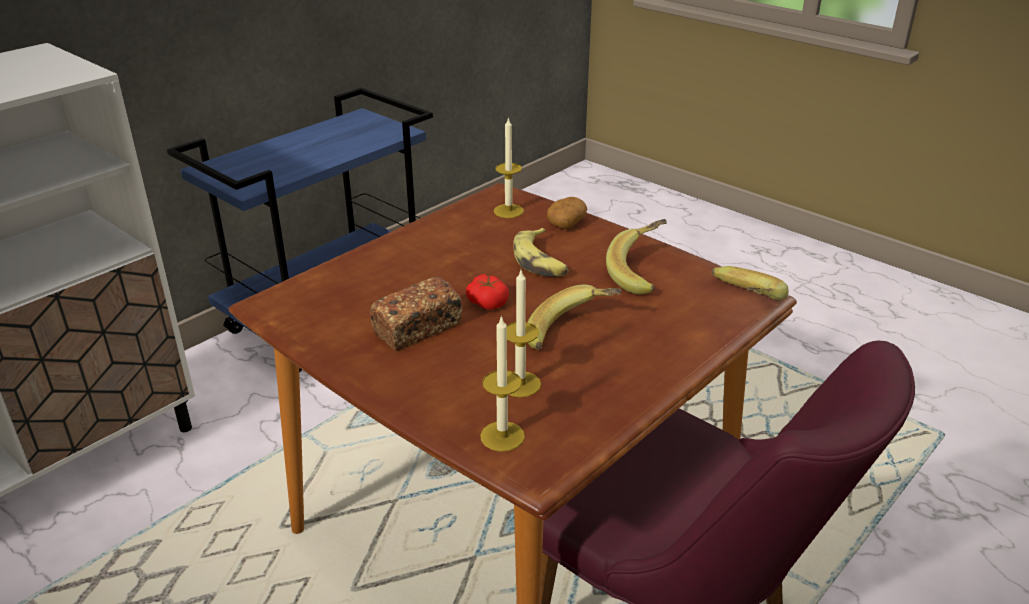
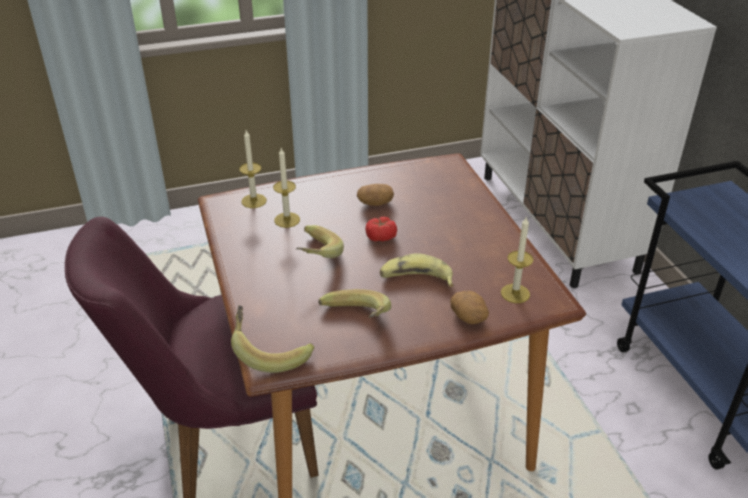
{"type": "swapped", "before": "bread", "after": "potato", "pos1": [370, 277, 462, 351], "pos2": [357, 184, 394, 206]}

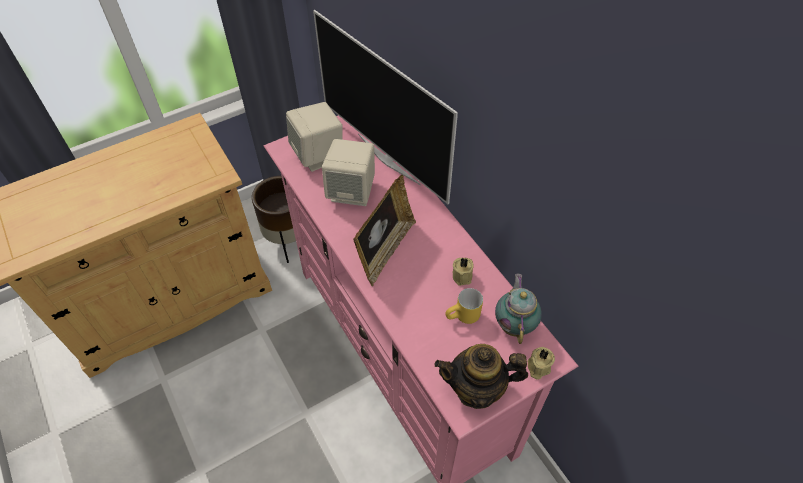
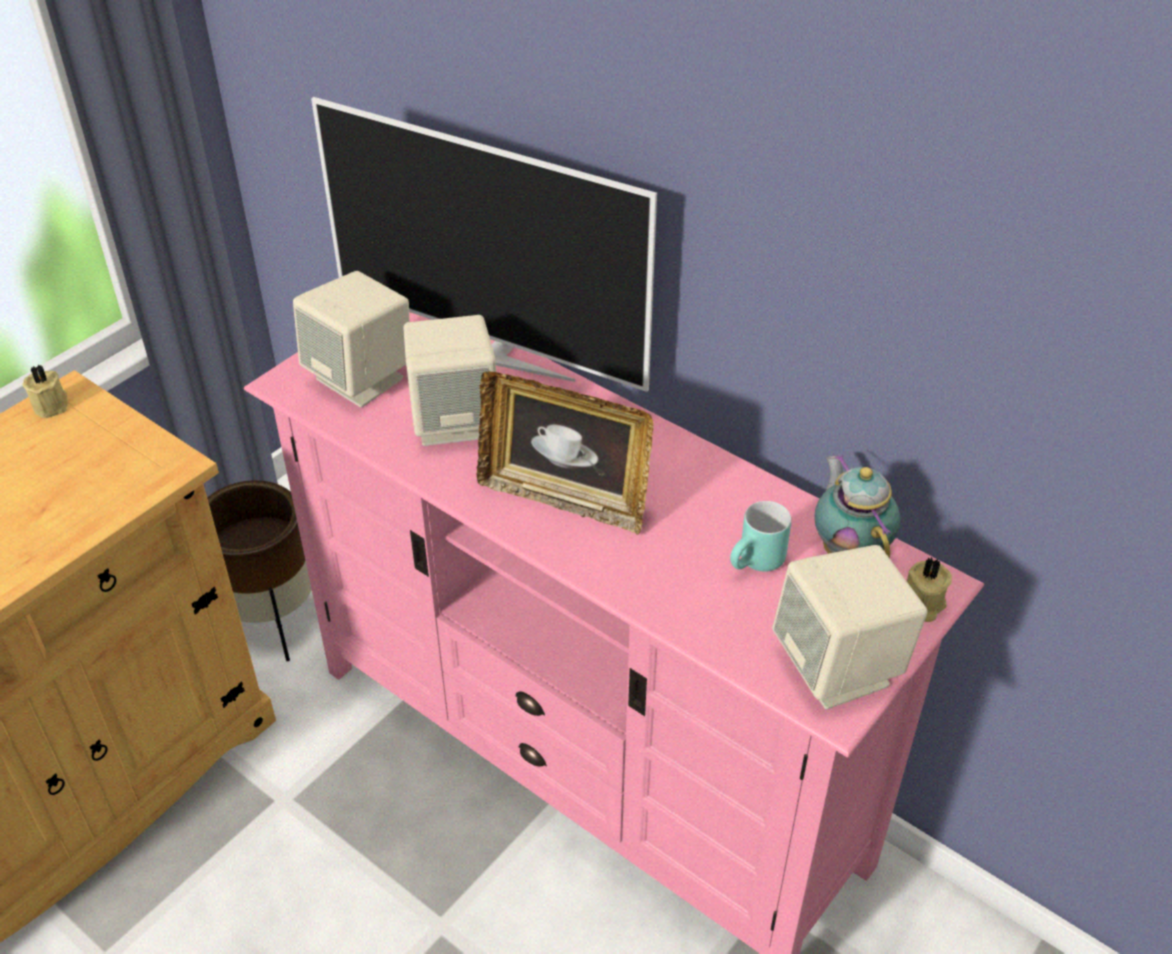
{"type": "shifted", "before": "candle in beige", "pos1": [453, 258, 474, 286], "pos2": [23, 365, 68, 418]}
{"type": "swapped", "before": "teapot", "after": "speaker in beige", "pos1": [434, 344, 528, 409], "pos2": [772, 545, 927, 709]}
{"type": "repainted", "before": "mug in yellow", "after": "mug in turquoise", "pos1": [445, 288, 483, 324], "pos2": [730, 501, 791, 572]}
{"type": "rotated", "before": "picture frame", "pos1": [353, 175, 416, 286], "pos2": [477, 372, 653, 535], "turn": 105}

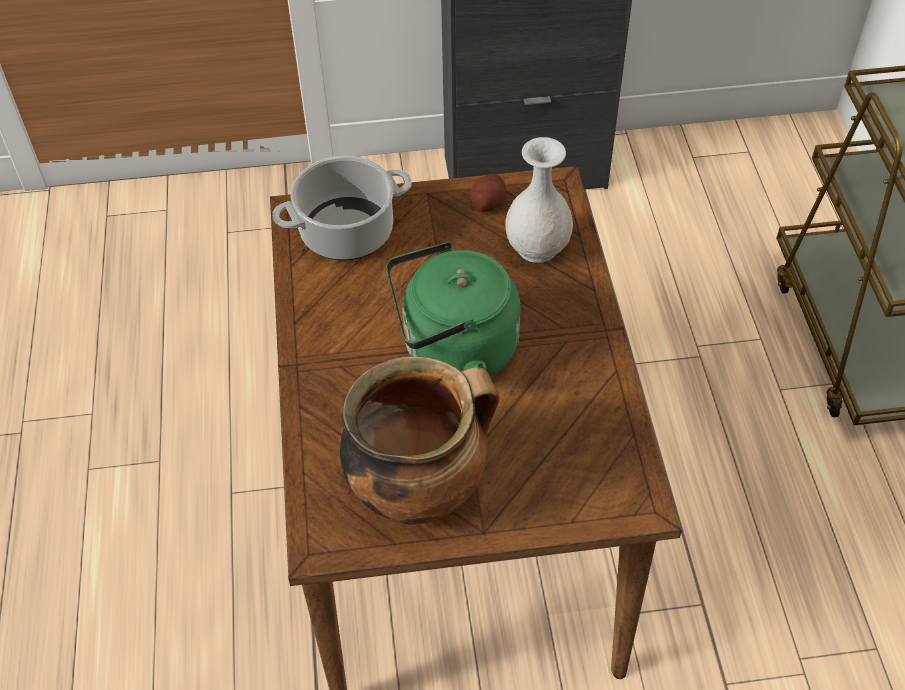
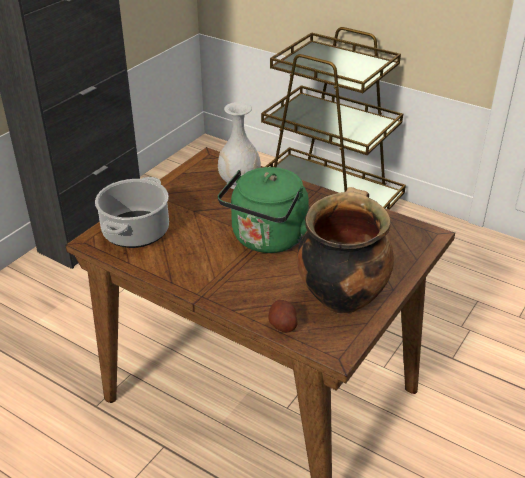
{"type": "shifted", "before": "potato", "pos1": [471, 174, 506, 212], "pos2": [269, 300, 298, 332]}

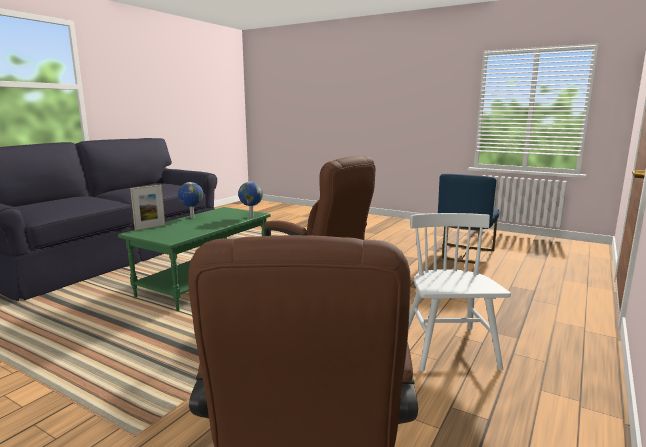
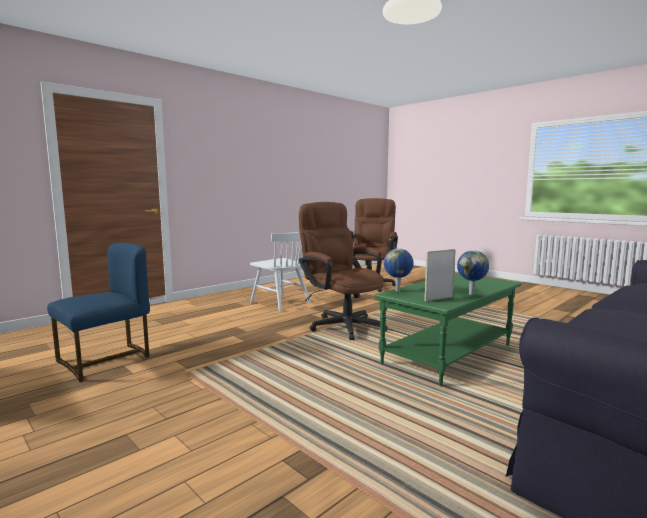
{"type": "shifted", "before": "picture frame", "pos1": [130, 185, 165, 231], "pos2": [424, 249, 456, 301]}
{"type": "rotated", "before": "chair in white", "pos1": [408, 213, 511, 371], "pos2": [250, 232, 311, 311], "turn": -60}

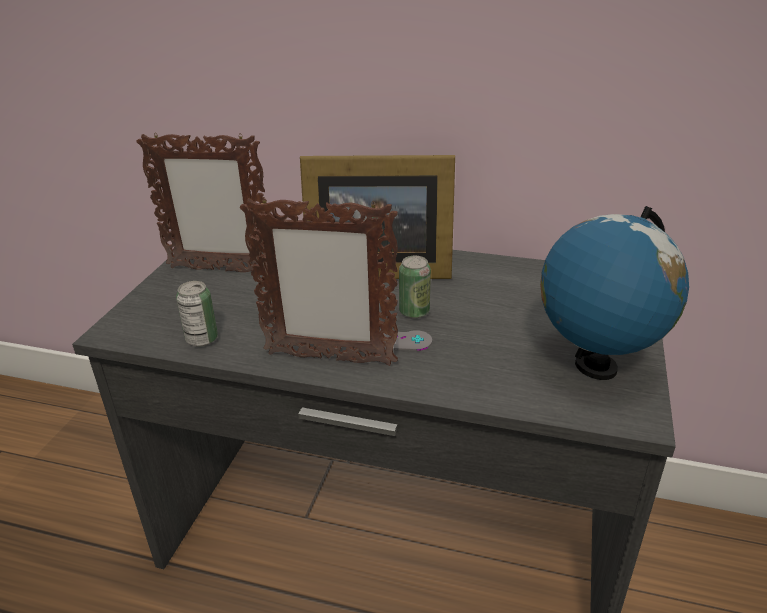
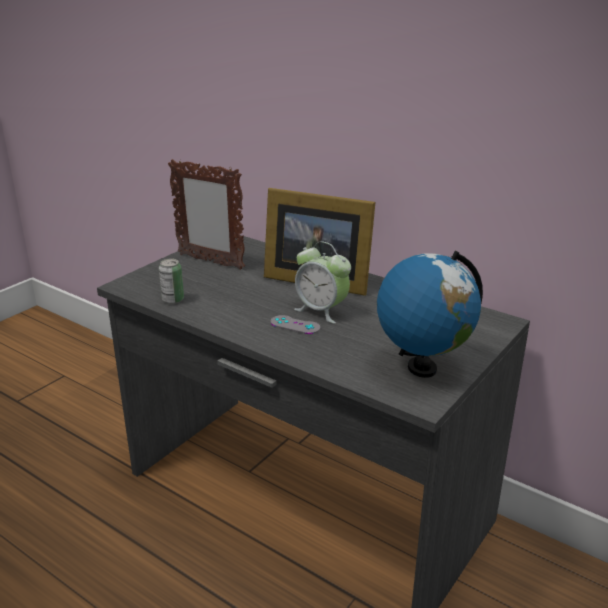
{"type": "gone", "before": "picture frame", "pos1": [240, 197, 398, 366]}
{"type": "swapped", "before": "can", "after": "alarm clock", "pos1": [399, 256, 431, 318], "pos2": [294, 241, 351, 323]}

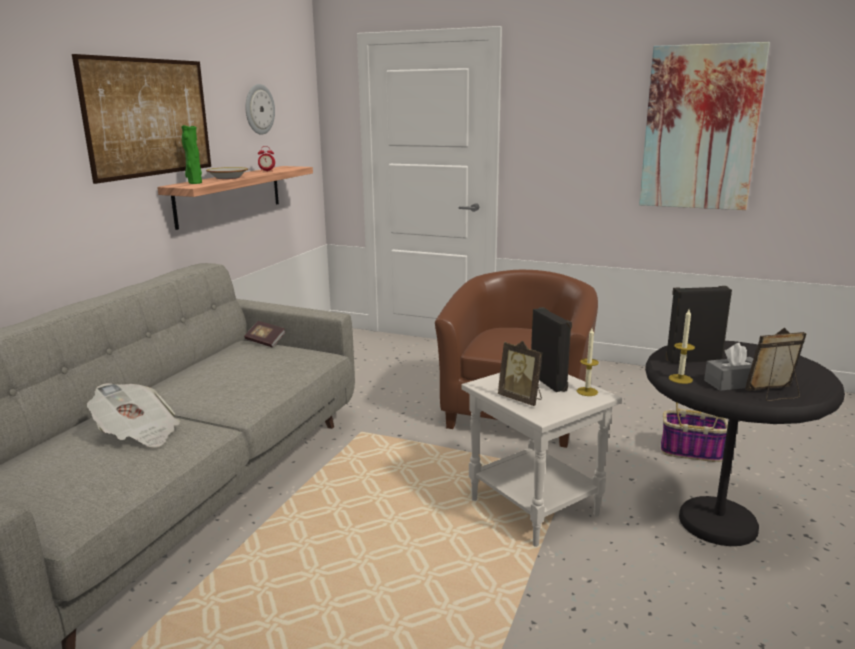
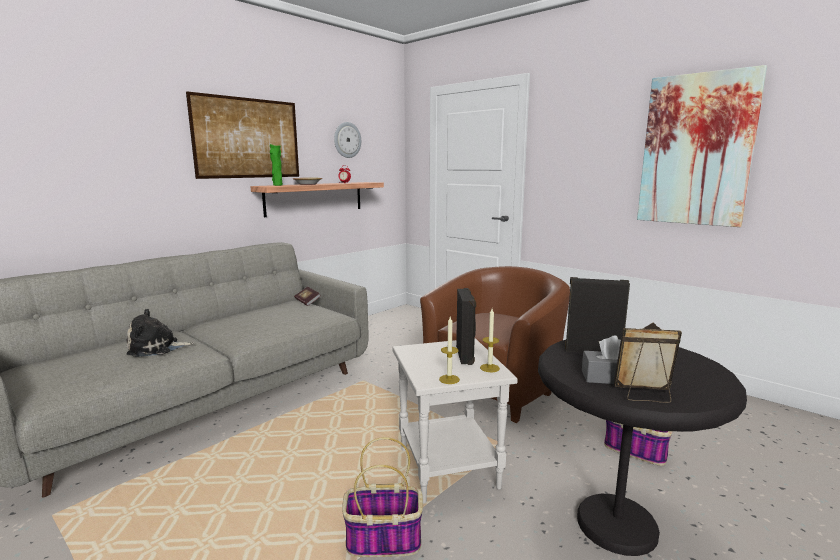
{"type": "gone", "before": "picture frame", "pos1": [498, 341, 543, 406]}
{"type": "new", "after": "basket", "pos2": [342, 437, 423, 557]}
{"type": "shifted", "before": "candle", "pos1": [669, 309, 695, 384], "pos2": [439, 317, 460, 384]}
{"type": "swapped", "before": "newspaper", "after": "plush toy", "pos1": [87, 383, 180, 448], "pos2": [126, 309, 194, 357]}

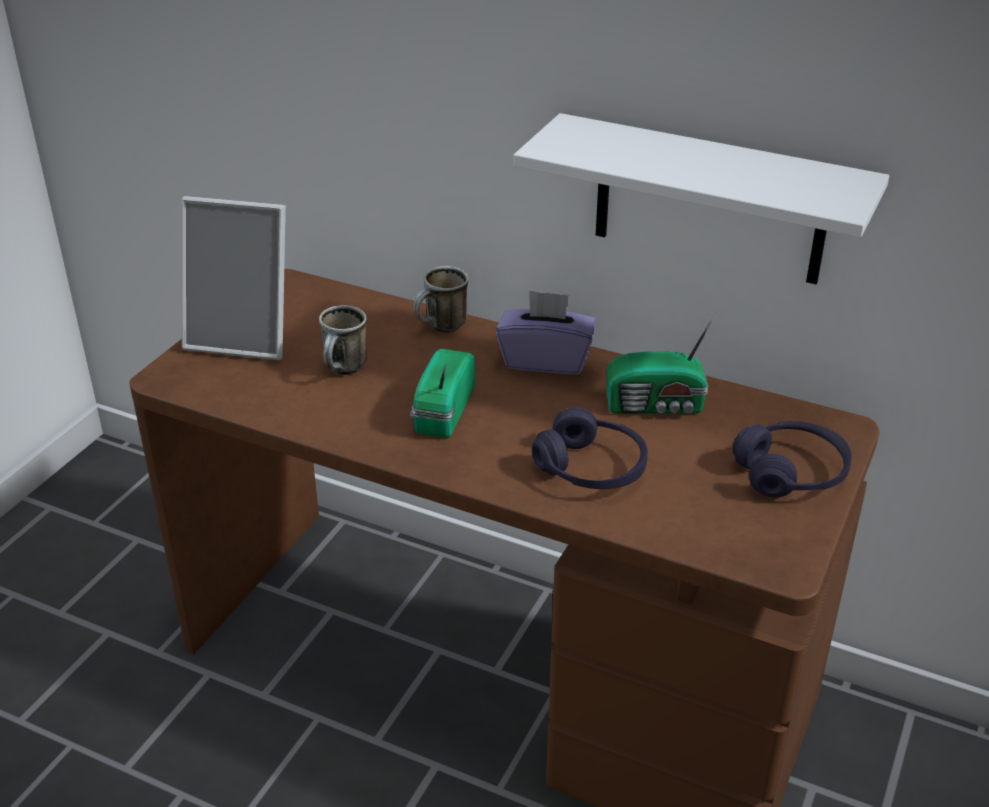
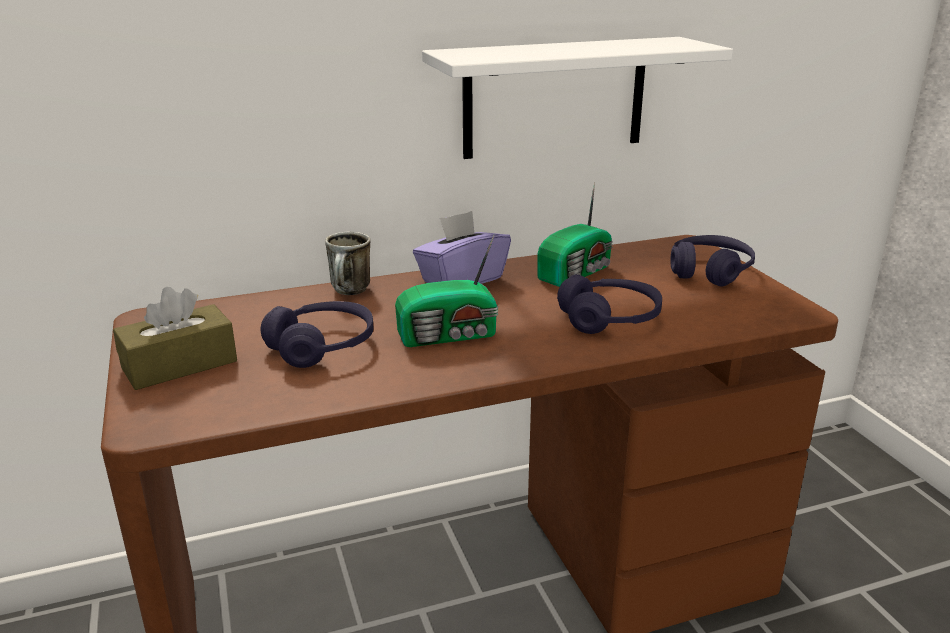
{"type": "swapped", "before": "picture frame", "after": "tissue box in brown", "pos1": [182, 196, 286, 360], "pos2": [113, 287, 237, 390]}
{"type": "swapped", "before": "mug", "after": "headphones in purple", "pos1": [319, 305, 367, 375], "pos2": [261, 301, 373, 368]}
{"type": "rotated", "before": "radio", "pos1": [410, 349, 475, 438], "pos2": [395, 235, 498, 347], "turn": -75}

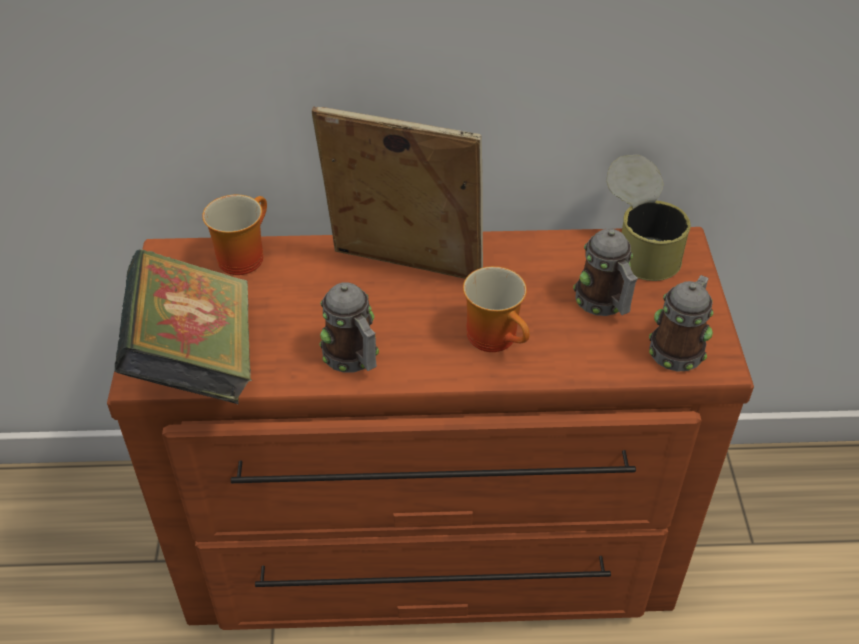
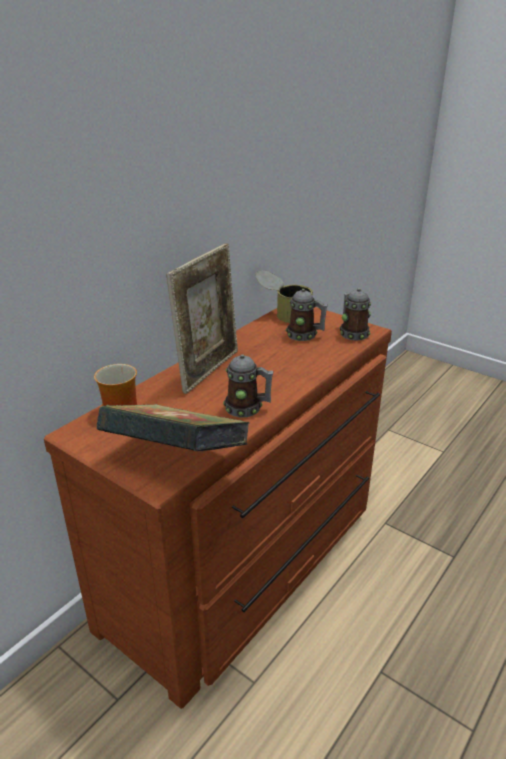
{"type": "gone", "before": "mug", "pos1": [463, 266, 530, 352]}
{"type": "rotated", "before": "picture frame", "pos1": [312, 106, 483, 279], "pos2": [166, 243, 238, 394], "turn": 150}

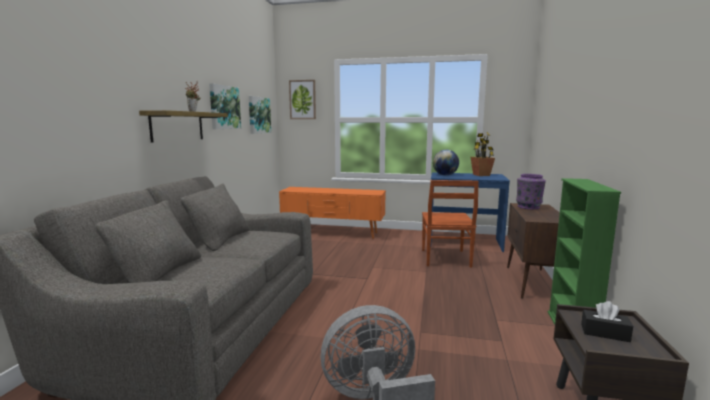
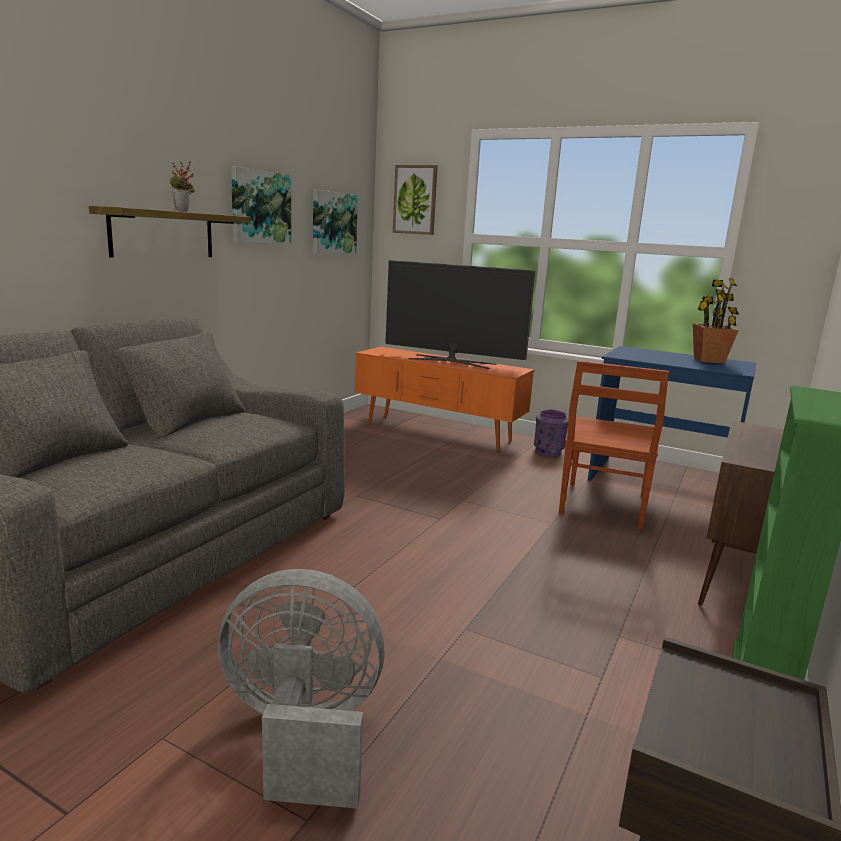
{"type": "gone", "before": "globe", "pos1": [433, 150, 459, 175]}
{"type": "gone", "before": "tissue box in black", "pos1": [581, 301, 633, 342]}
{"type": "new", "after": "television", "pos2": [385, 260, 535, 369]}
{"type": "shifted", "before": "vase in purple", "pos1": [516, 174, 546, 209], "pos2": [534, 410, 569, 457]}

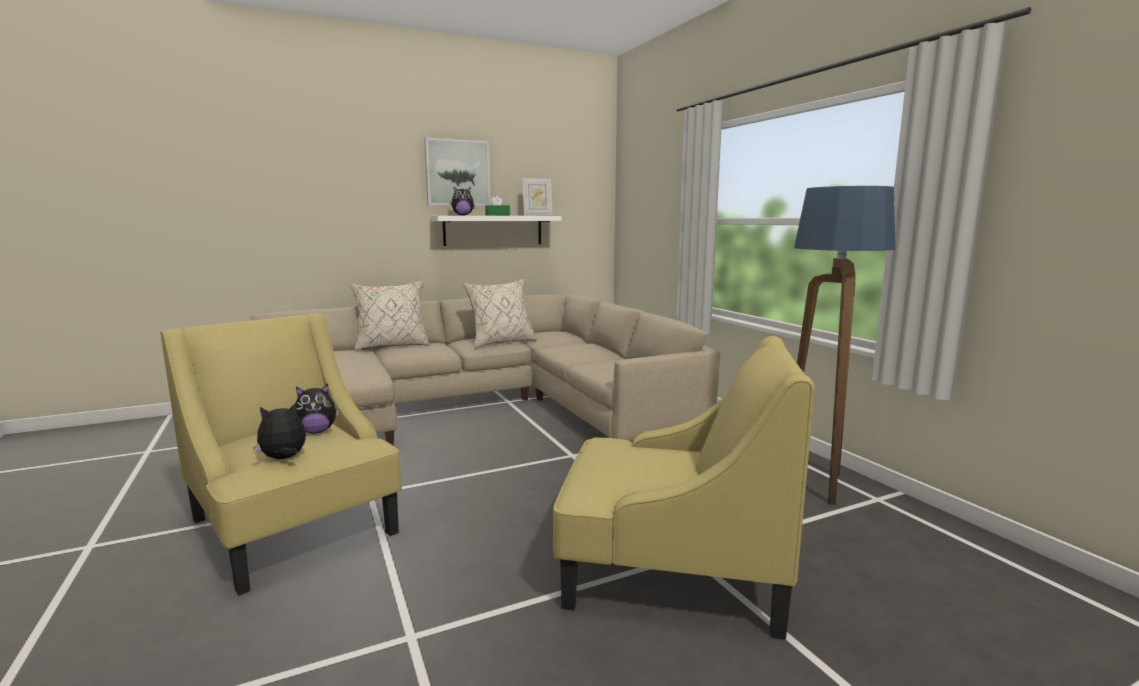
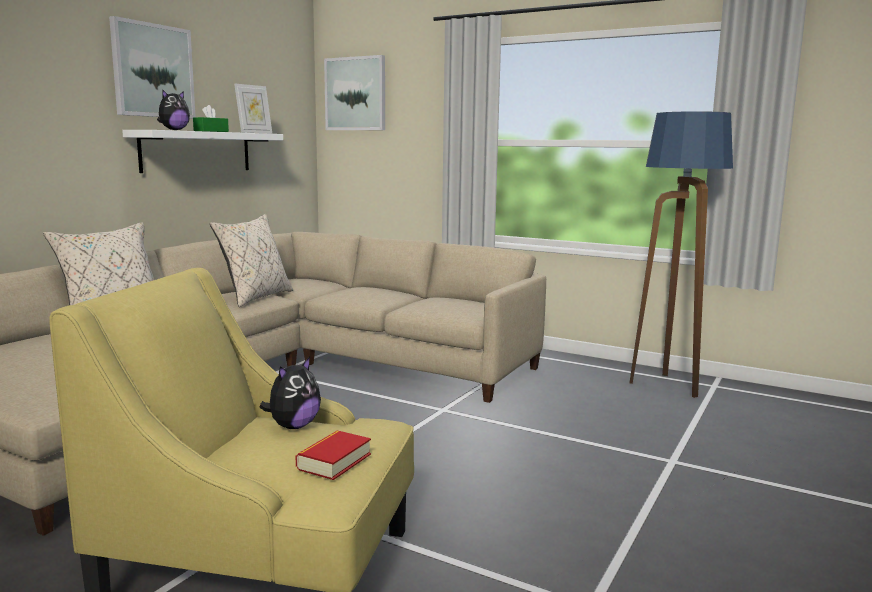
{"type": "gone", "before": "armchair in yellow", "pos1": [553, 336, 815, 640]}
{"type": "new", "after": "picture", "pos2": [324, 55, 385, 130]}
{"type": "swapped", "before": "plush toy", "after": "book", "pos1": [253, 402, 306, 459], "pos2": [296, 430, 371, 480]}

